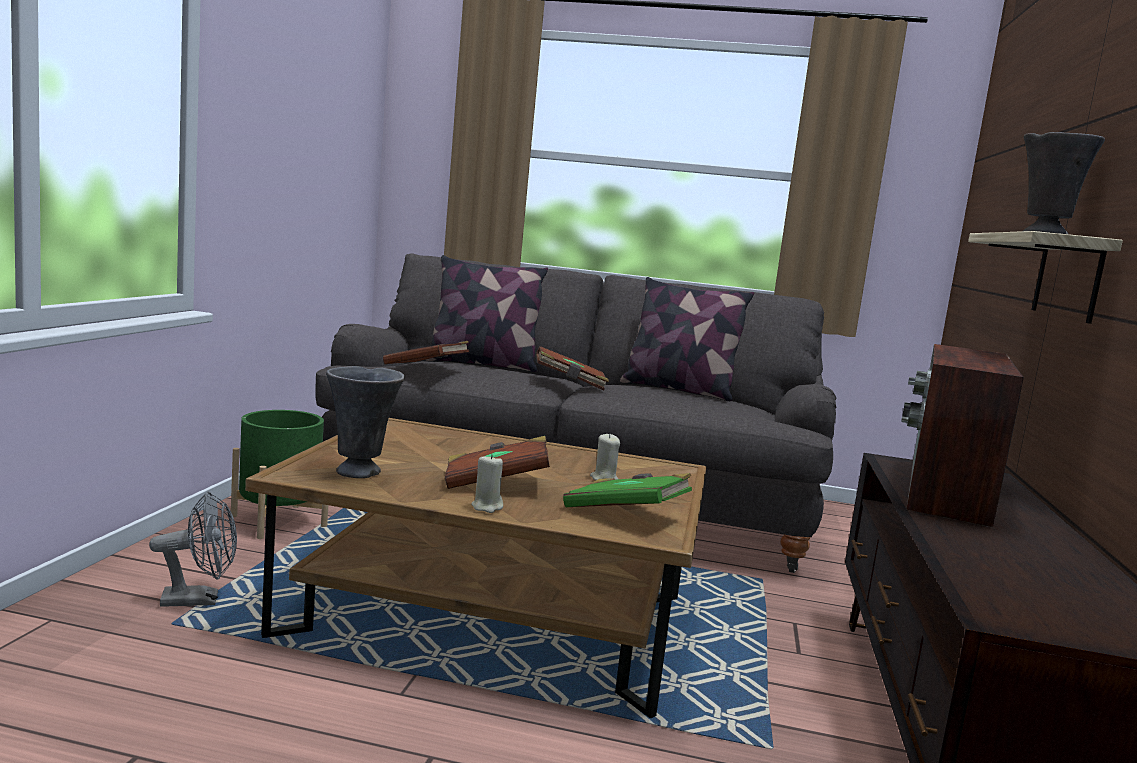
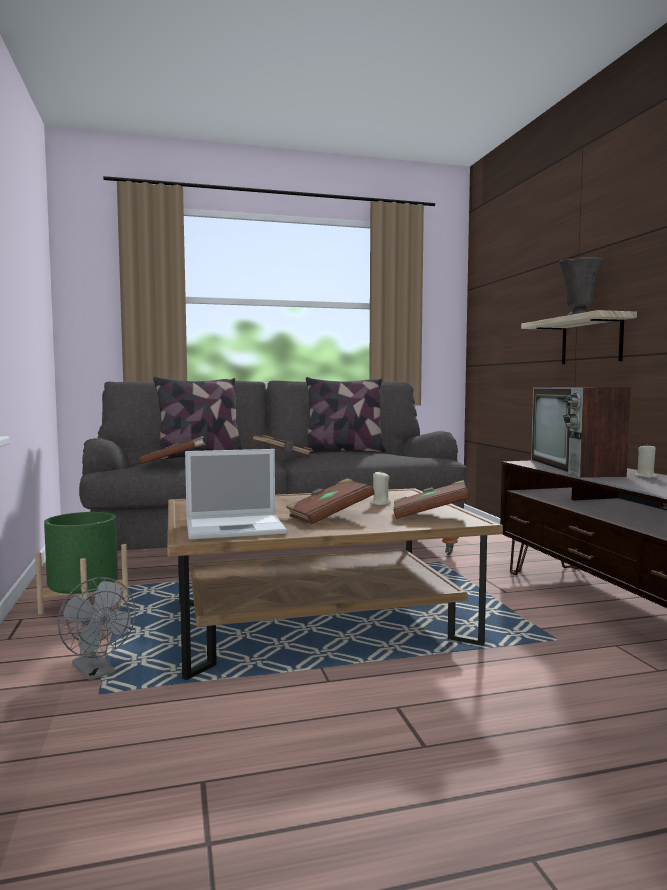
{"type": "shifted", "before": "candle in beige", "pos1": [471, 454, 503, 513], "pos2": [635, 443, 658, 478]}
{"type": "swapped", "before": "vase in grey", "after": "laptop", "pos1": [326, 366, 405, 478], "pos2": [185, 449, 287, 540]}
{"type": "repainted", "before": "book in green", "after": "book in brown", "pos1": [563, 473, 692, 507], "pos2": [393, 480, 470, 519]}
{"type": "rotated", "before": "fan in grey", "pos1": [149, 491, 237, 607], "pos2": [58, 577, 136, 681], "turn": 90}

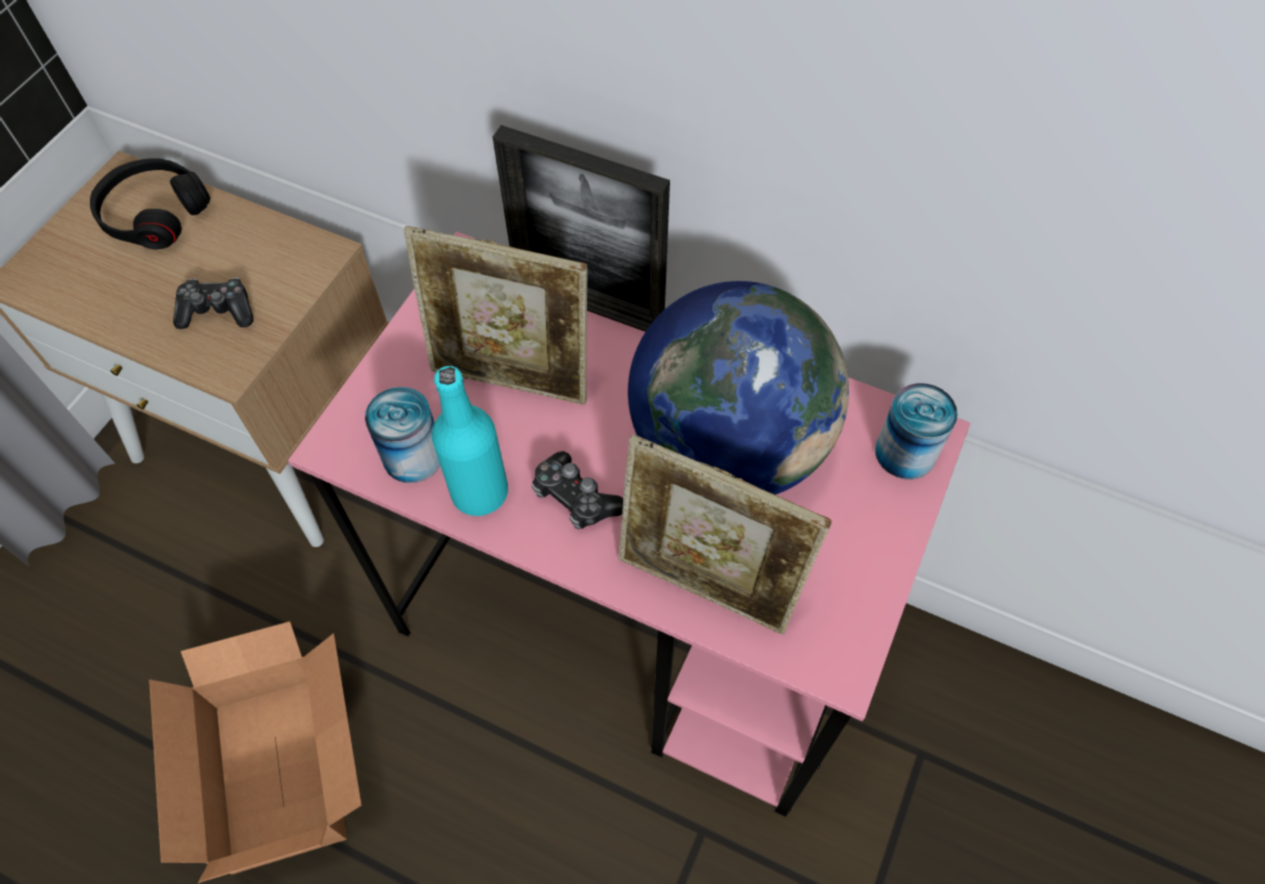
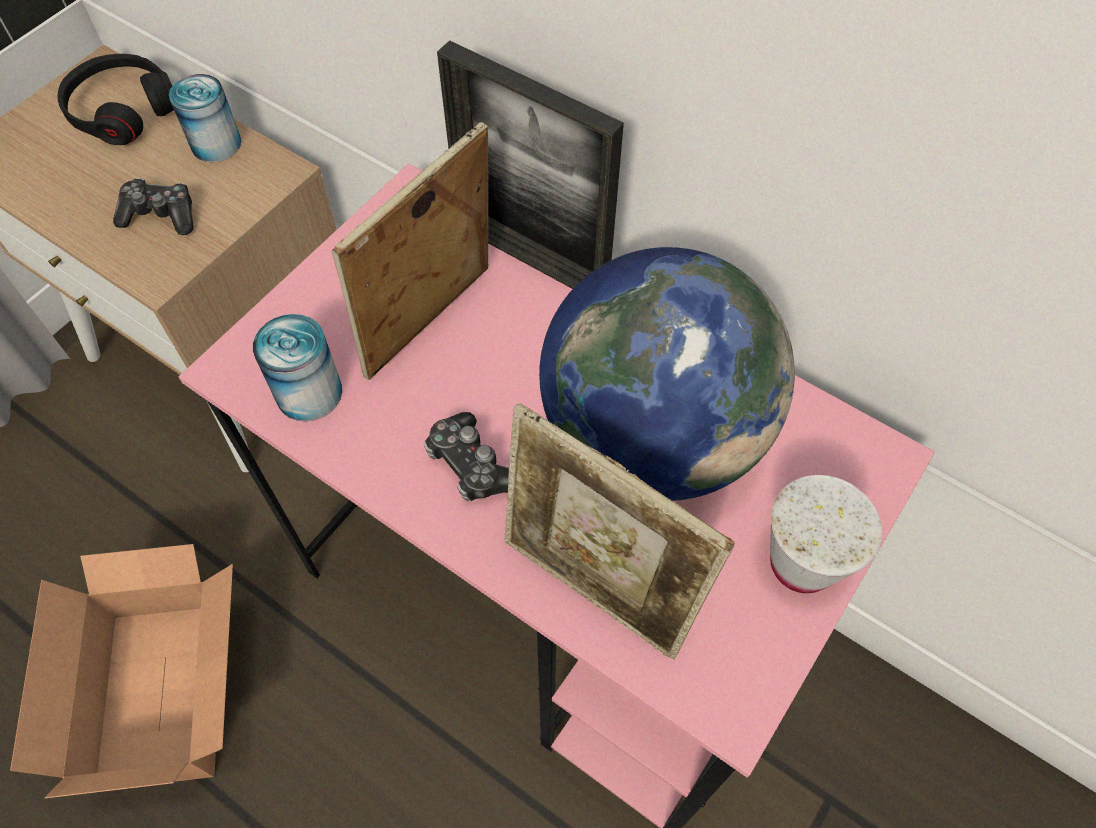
{"type": "gone", "before": "bottle in turquoise", "pos1": [432, 366, 508, 516]}
{"type": "new", "after": "cup in white", "pos2": [770, 475, 882, 593]}
{"type": "shifted", "before": "can", "pos1": [875, 383, 958, 479], "pos2": [169, 74, 241, 162]}
{"type": "rotated", "before": "picture frame", "pos1": [404, 226, 588, 405], "pos2": [332, 122, 488, 380], "turn": 105}

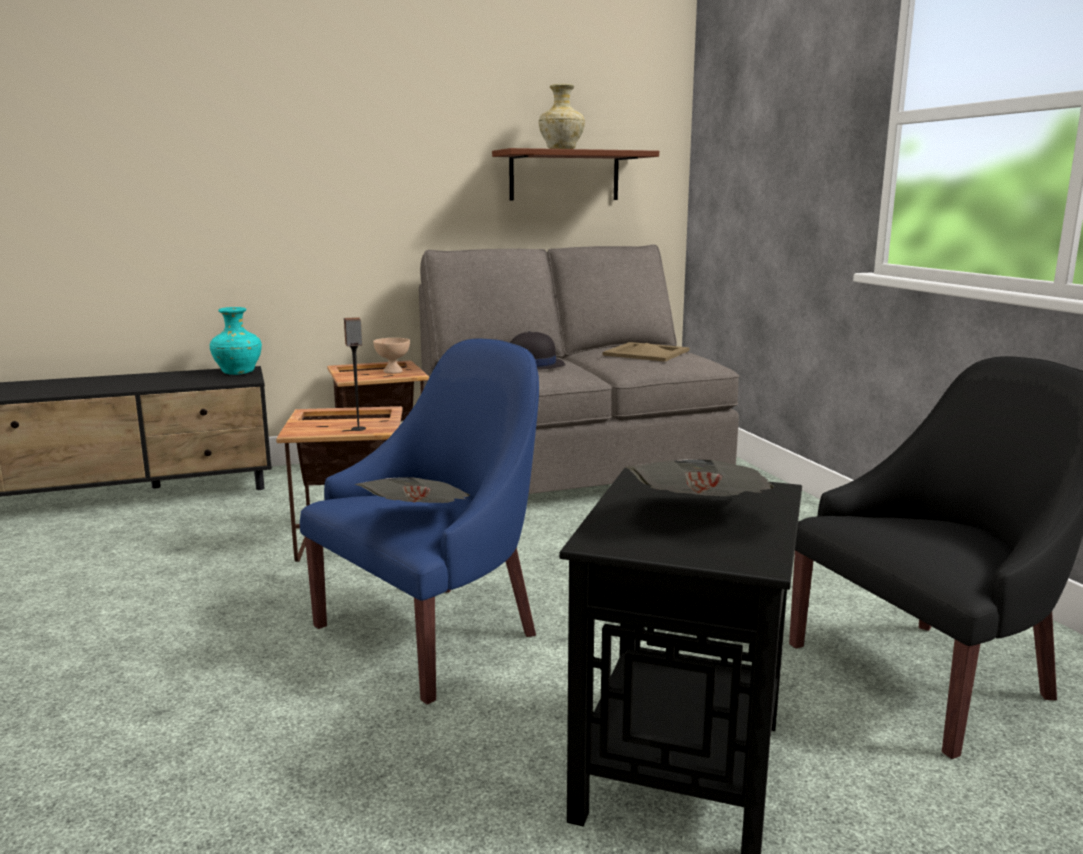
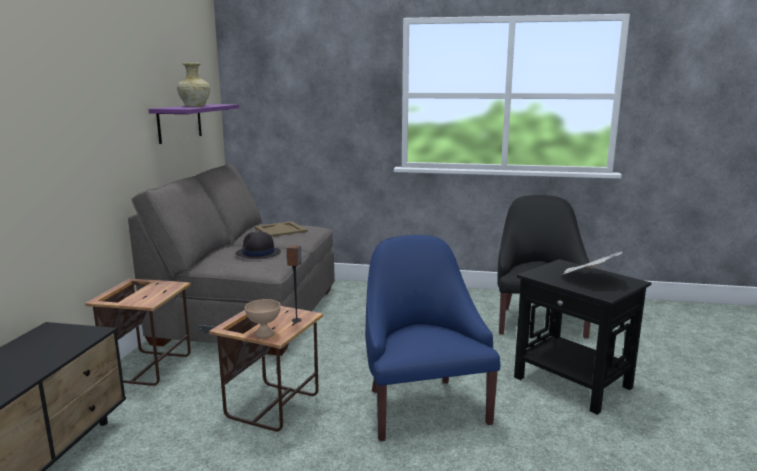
{"type": "gone", "before": "vase in turquoise", "pos1": [210, 307, 262, 375]}
{"type": "gone", "before": "newspaper", "pos1": [355, 477, 470, 503]}
{"type": "shifted", "before": "bowl in beige", "pos1": [373, 338, 410, 374], "pos2": [245, 299, 281, 338]}
{"type": "repainted", "before": "shelf in brown", "after": "shelf in purple", "pos1": [492, 148, 659, 200], "pos2": [148, 104, 239, 144]}

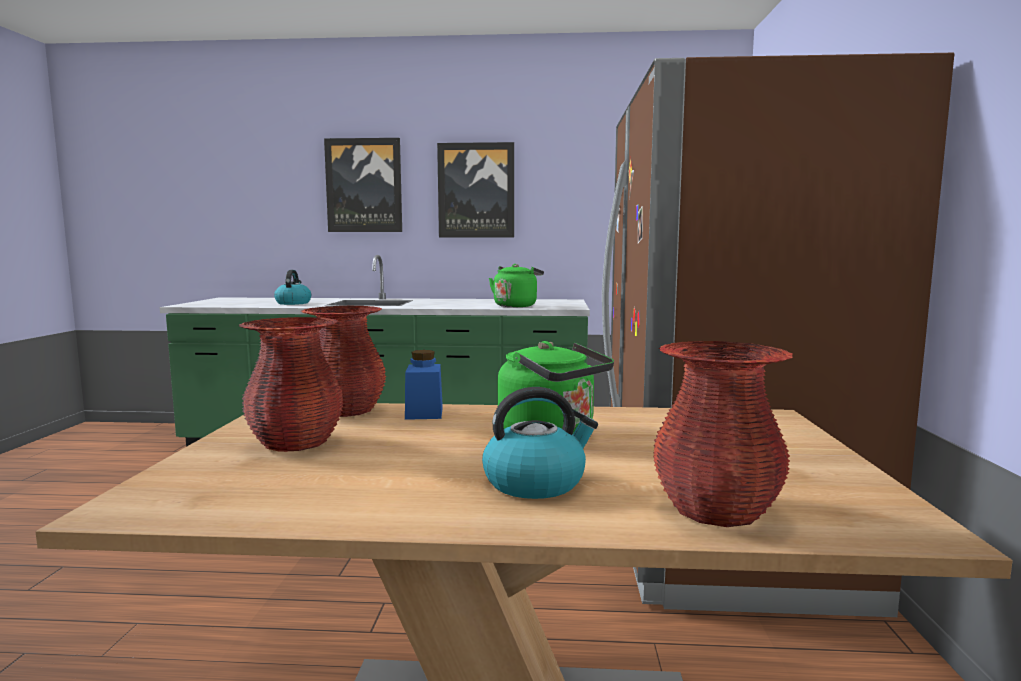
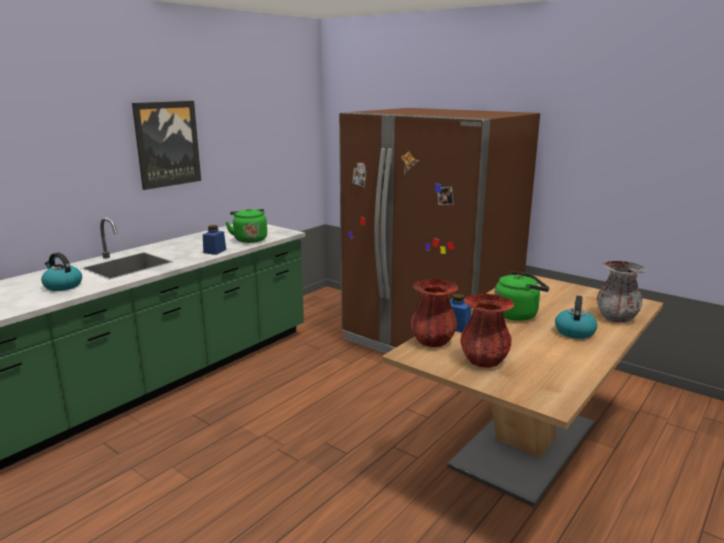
{"type": "gone", "before": "picture", "pos1": [324, 138, 402, 232]}
{"type": "new", "after": "jar in blue", "pos2": [203, 225, 226, 255]}
{"type": "repainted", "before": "vase in red", "after": "vase in grey", "pos1": [653, 341, 793, 527], "pos2": [597, 261, 647, 322]}

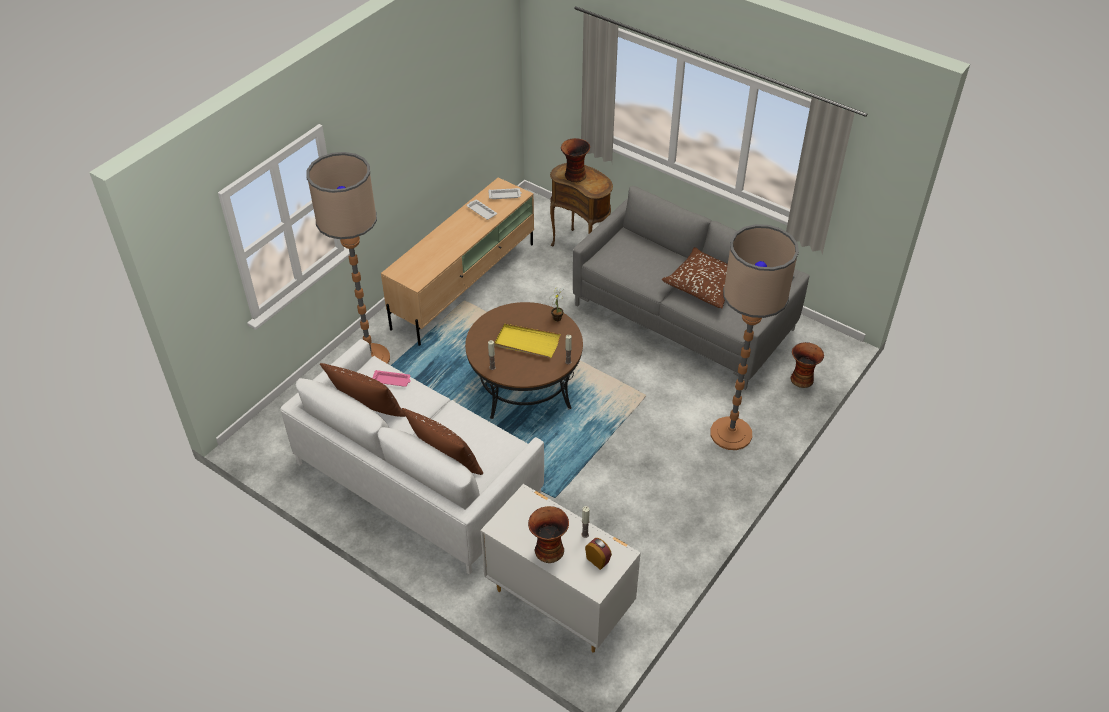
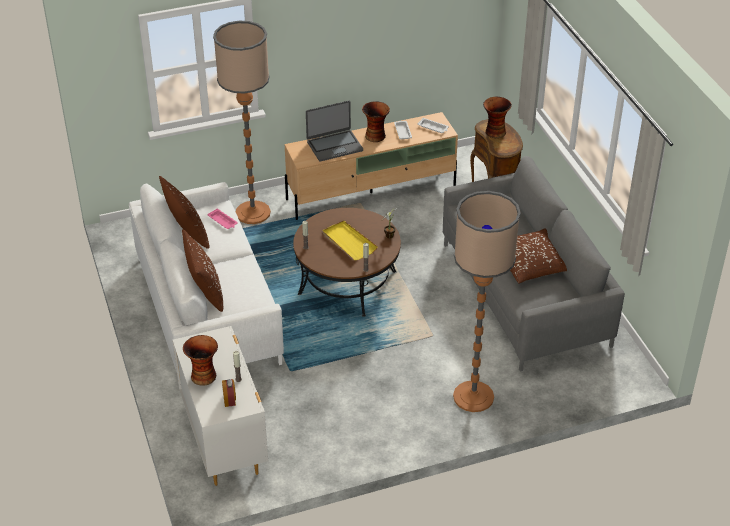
{"type": "new", "after": "laptop", "pos2": [306, 101, 363, 161]}
{"type": "shifted", "before": "vase", "pos1": [791, 342, 824, 388], "pos2": [362, 101, 390, 142]}

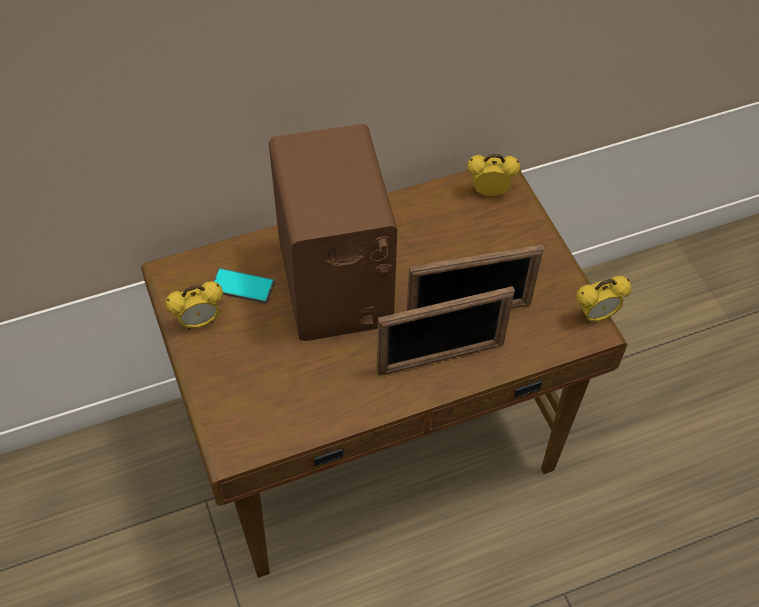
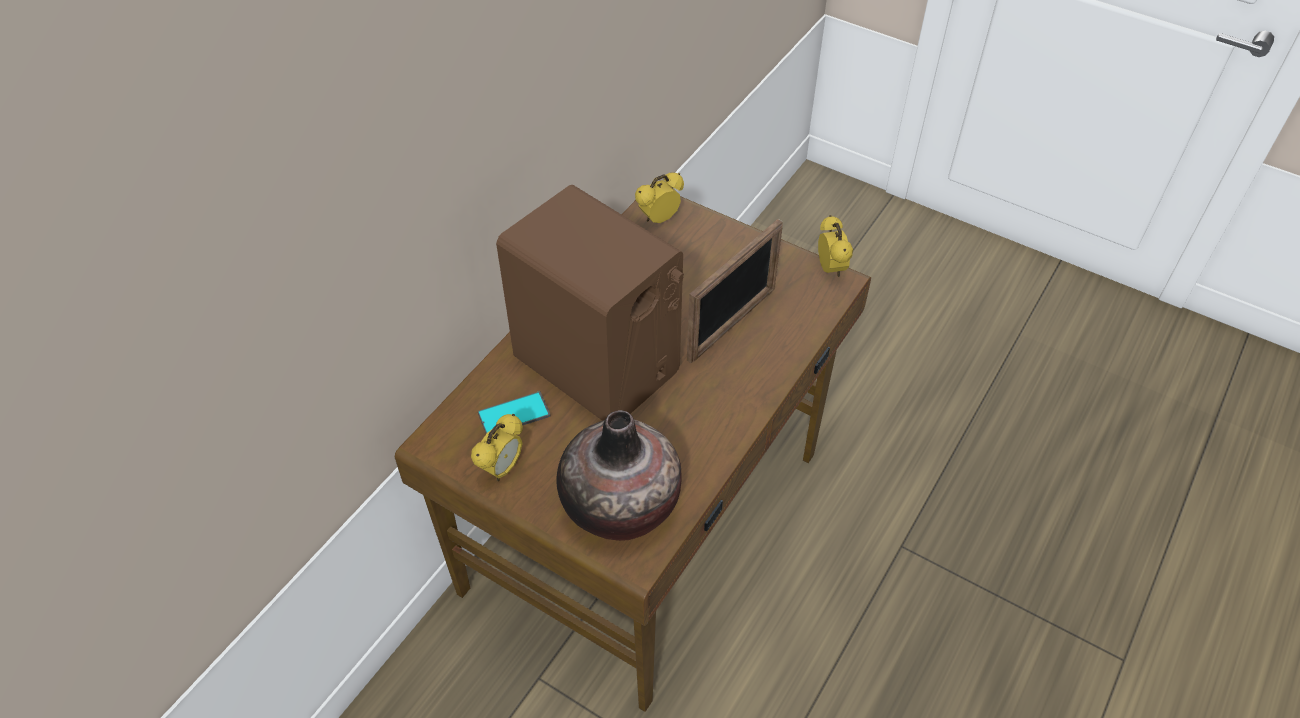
{"type": "gone", "before": "picture frame", "pos1": [377, 286, 515, 375]}
{"type": "new", "after": "vase", "pos2": [556, 410, 681, 541]}
{"type": "rotated", "before": "alarm clock", "pos1": [576, 276, 631, 323], "pos2": [818, 215, 853, 277], "turn": -45}

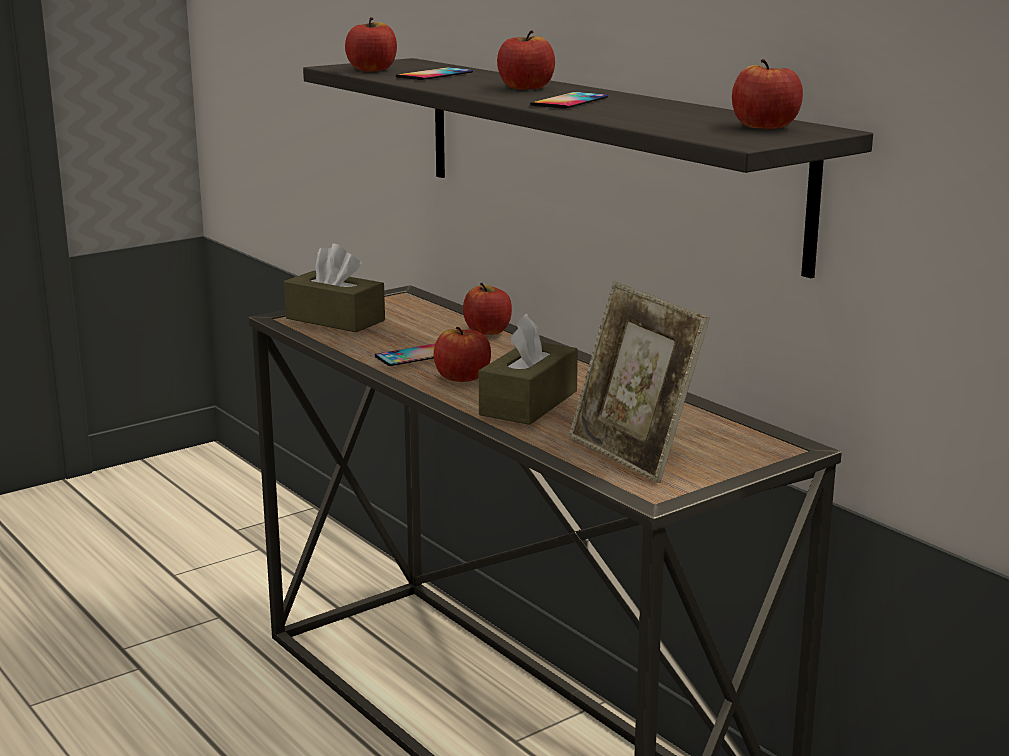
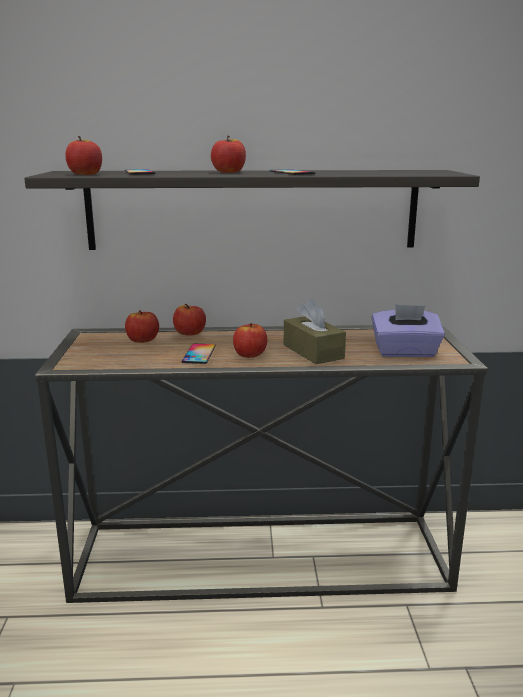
{"type": "gone", "before": "tissue box in brown", "pos1": [284, 243, 385, 333]}
{"type": "shifted", "before": "apple", "pos1": [732, 59, 803, 129], "pos2": [125, 310, 159, 343]}
{"type": "swapped", "before": "picture frame", "after": "tissue box in purple", "pos1": [569, 281, 710, 483], "pos2": [372, 304, 445, 357]}

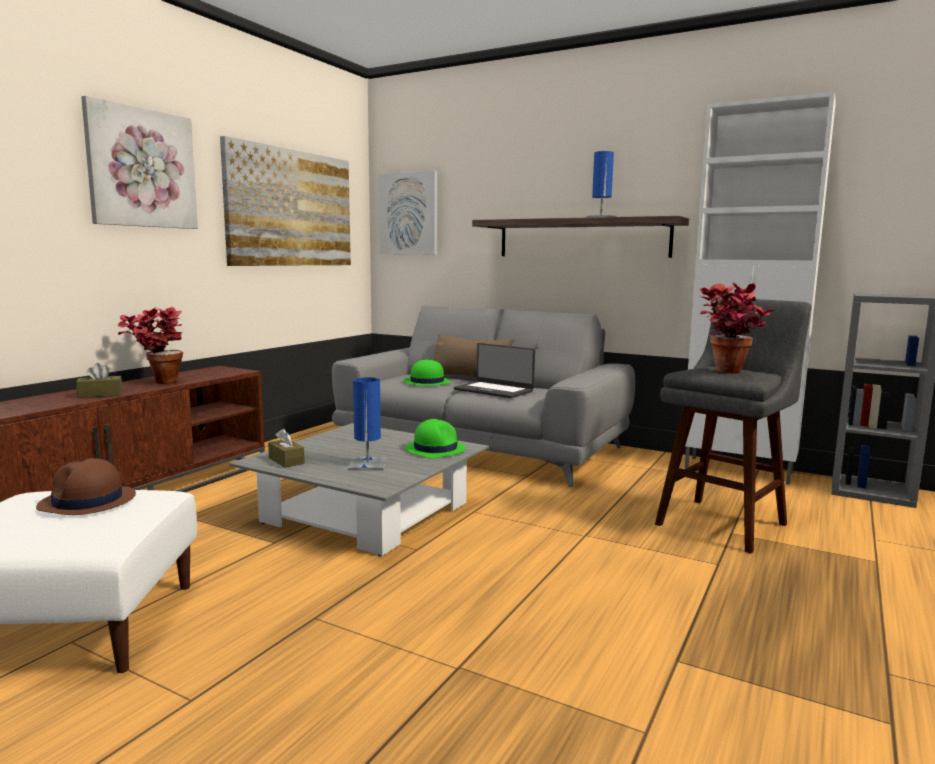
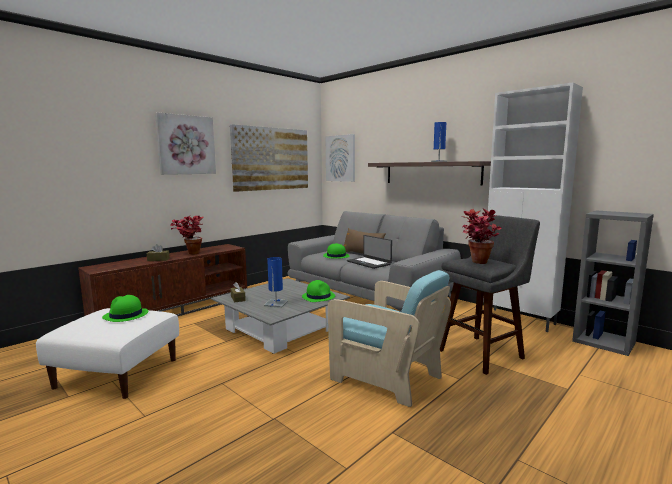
{"type": "new", "after": "armchair in turquoise", "pos2": [328, 270, 451, 407]}
{"type": "repainted", "before": "hat in brown", "after": "hat in green", "pos1": [36, 458, 136, 515], "pos2": [102, 295, 148, 322]}

